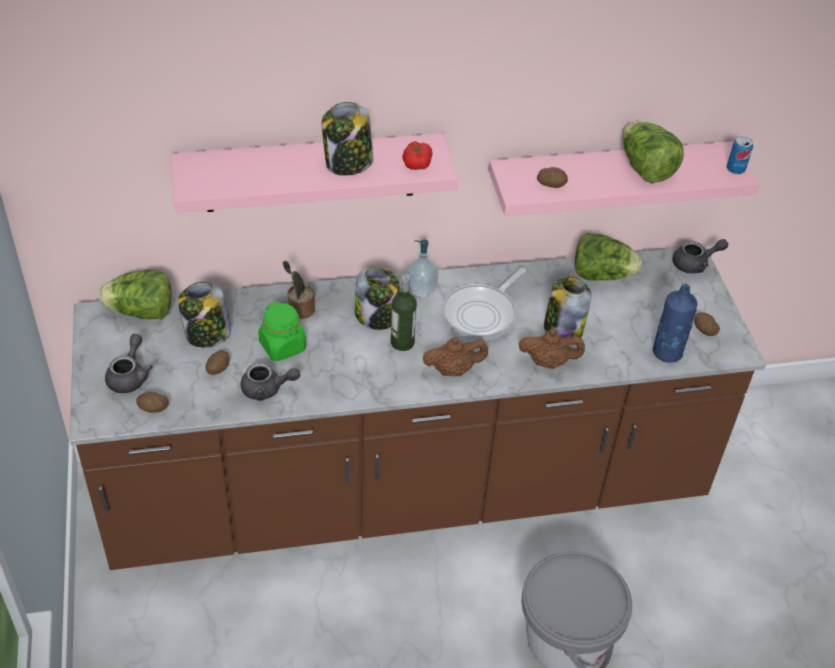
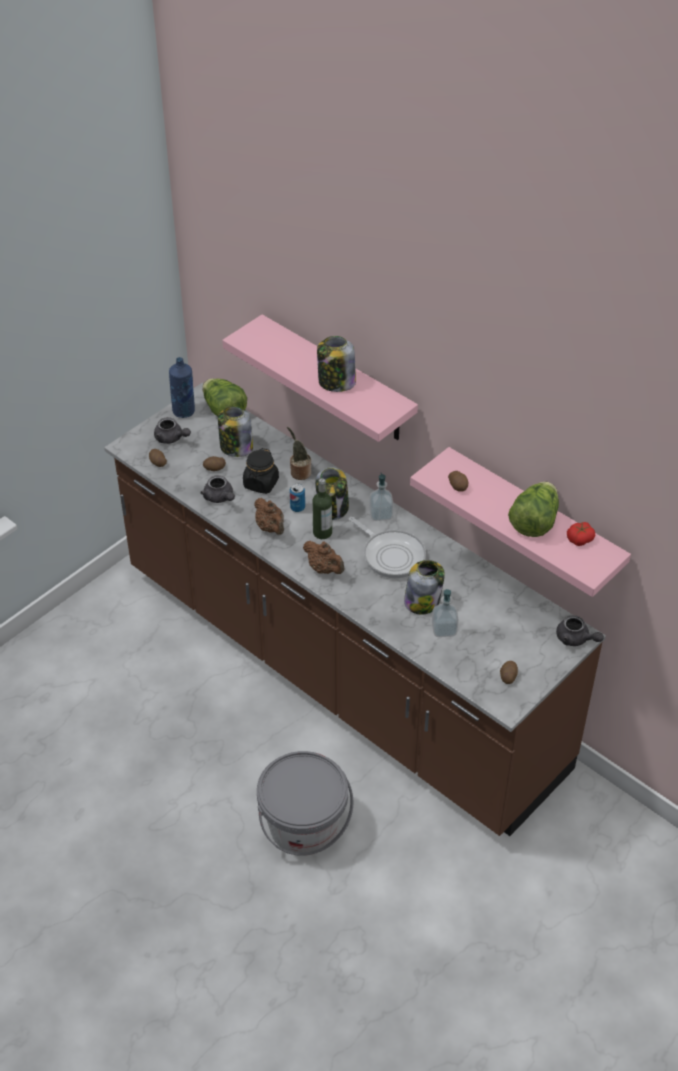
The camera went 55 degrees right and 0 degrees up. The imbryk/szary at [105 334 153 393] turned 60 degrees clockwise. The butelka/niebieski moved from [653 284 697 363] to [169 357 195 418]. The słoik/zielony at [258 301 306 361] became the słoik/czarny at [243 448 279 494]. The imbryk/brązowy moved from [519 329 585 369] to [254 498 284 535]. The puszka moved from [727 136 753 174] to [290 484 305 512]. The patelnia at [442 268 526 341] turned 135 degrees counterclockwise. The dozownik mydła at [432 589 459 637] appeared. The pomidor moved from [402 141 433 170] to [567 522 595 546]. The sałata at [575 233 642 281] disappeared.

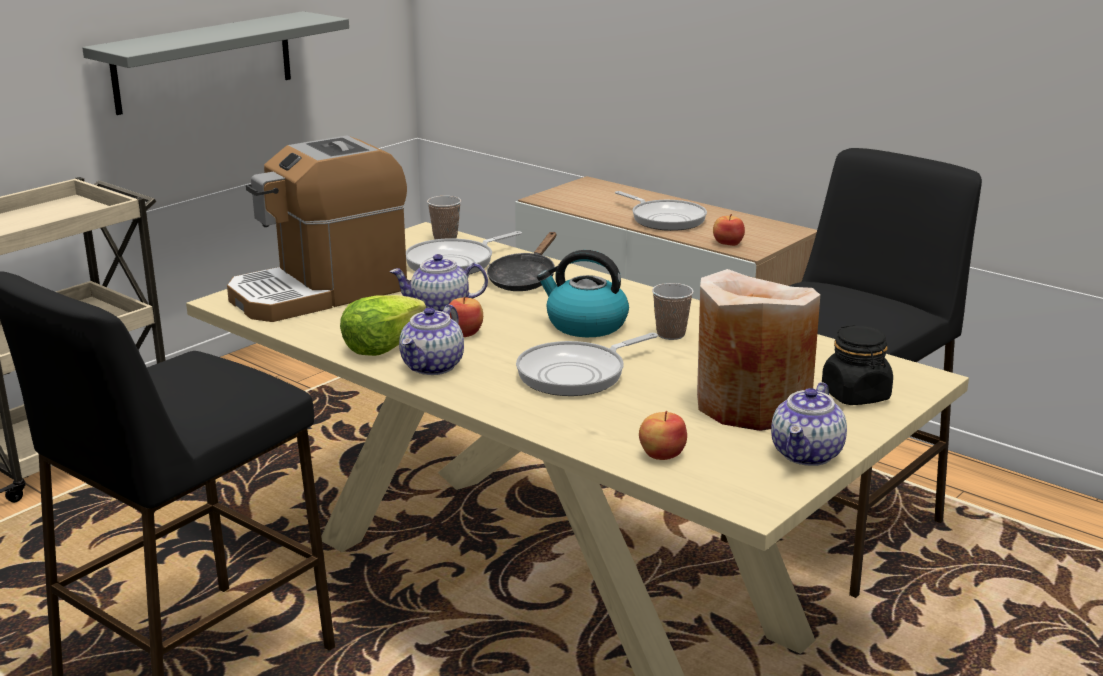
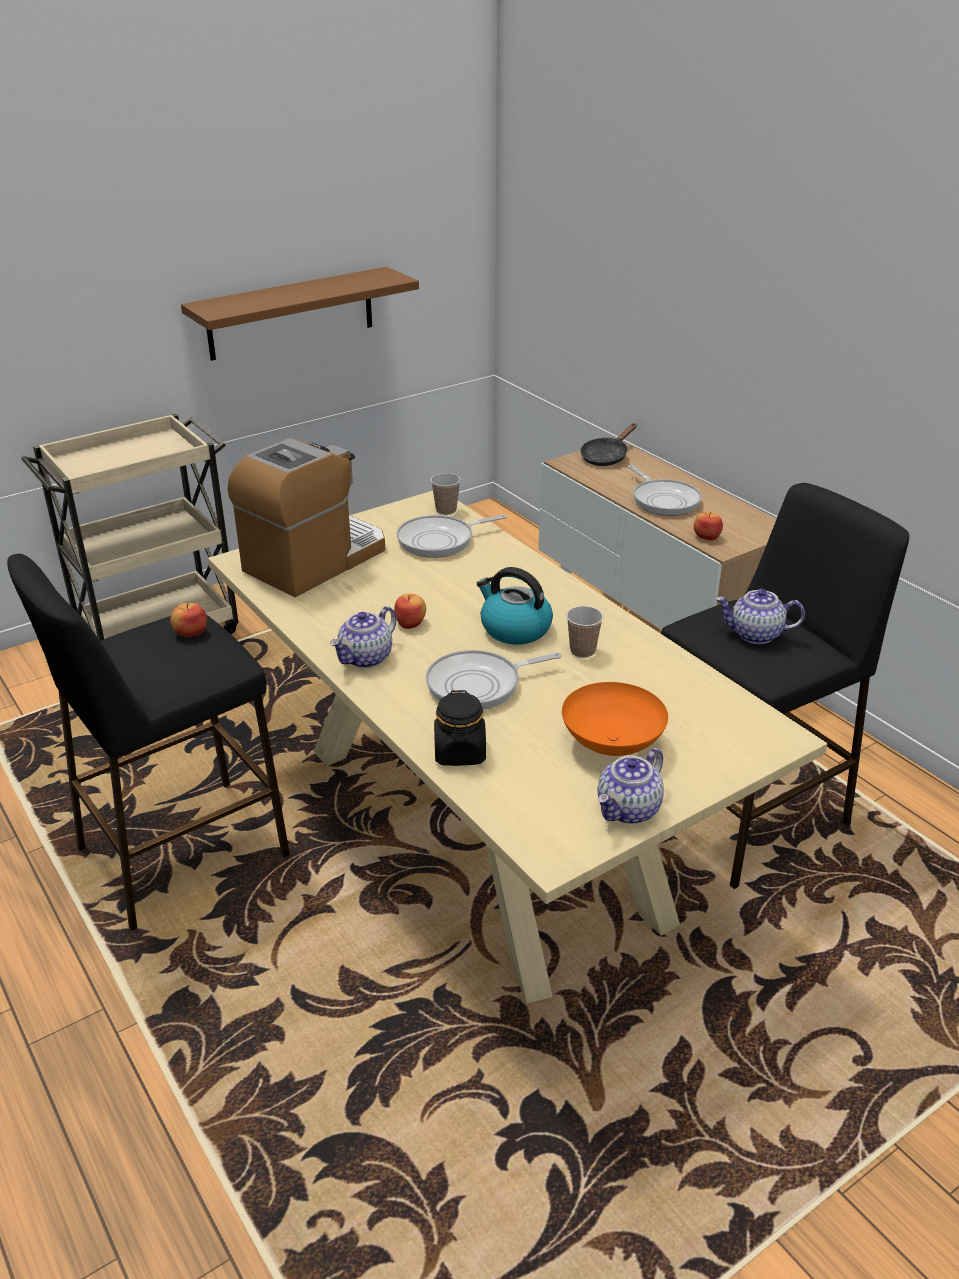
The camera went 15 degrees right and 10 degrees up. The jabłko moved from [639 411 687 460] to [170 603 207 637]. The półka/szary at [82 11 349 115] became the półka/brązowy at [181 267 419 361]. The ekspres do kawy at [227 136 407 322] turned 150 degrees clockwise. The słoik/czarny moved from [822 325 893 405] to [434 690 486 766]. The wazon/beżowy at [697 269 820 431] was replaced by the miska/pomarańczowy at [562 682 668 756]. The patelnia/czarny moved from [487 232 556 291] to [580 423 637 466]. The imbryk moved from [390 254 488 312] to [716 589 805 644]. The sałata at [340 295 426 356] disappeared.

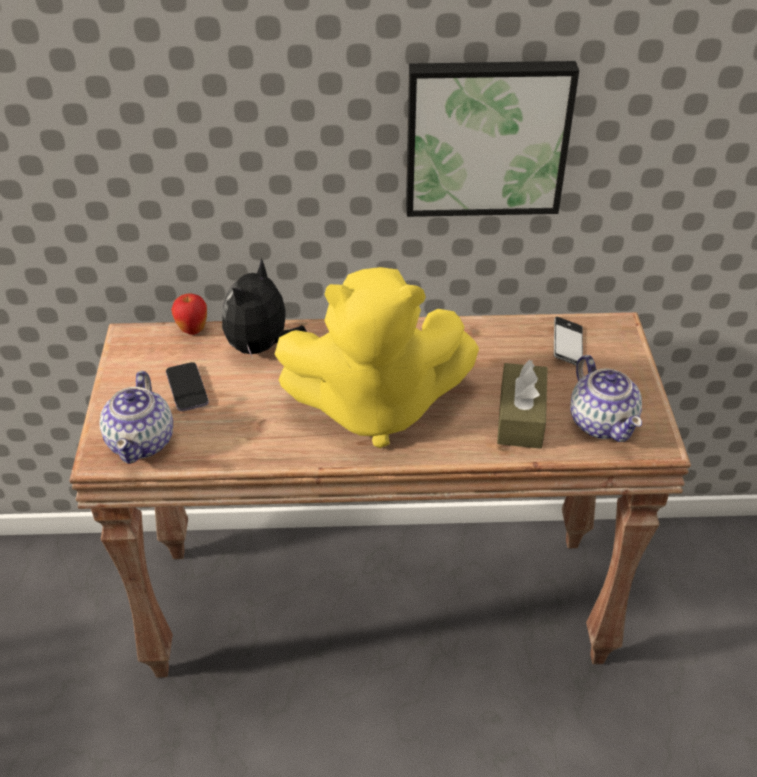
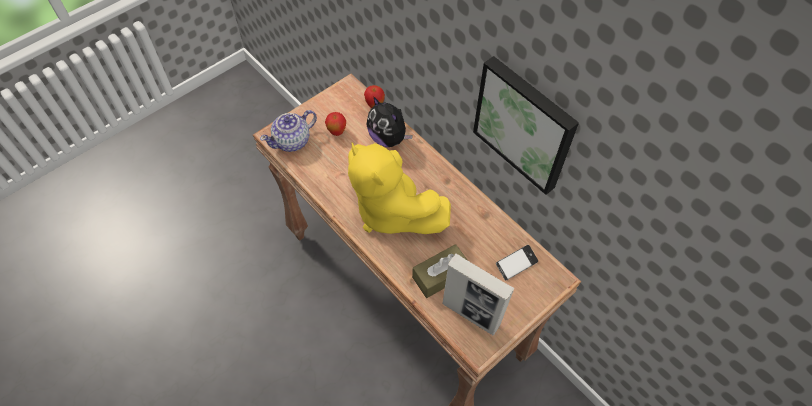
The camera went 50 degrees right and 15 degrees up. The telefon at [166 362 209 412] was replaced by the jabłko at [325 112 346 136]. The pluszak at [222 258 307 358] turned 120 degrees counterclockwise. The imbryk at [570 355 642 442] was replaced by the ramka na zdjęcie at [443 253 515 335].

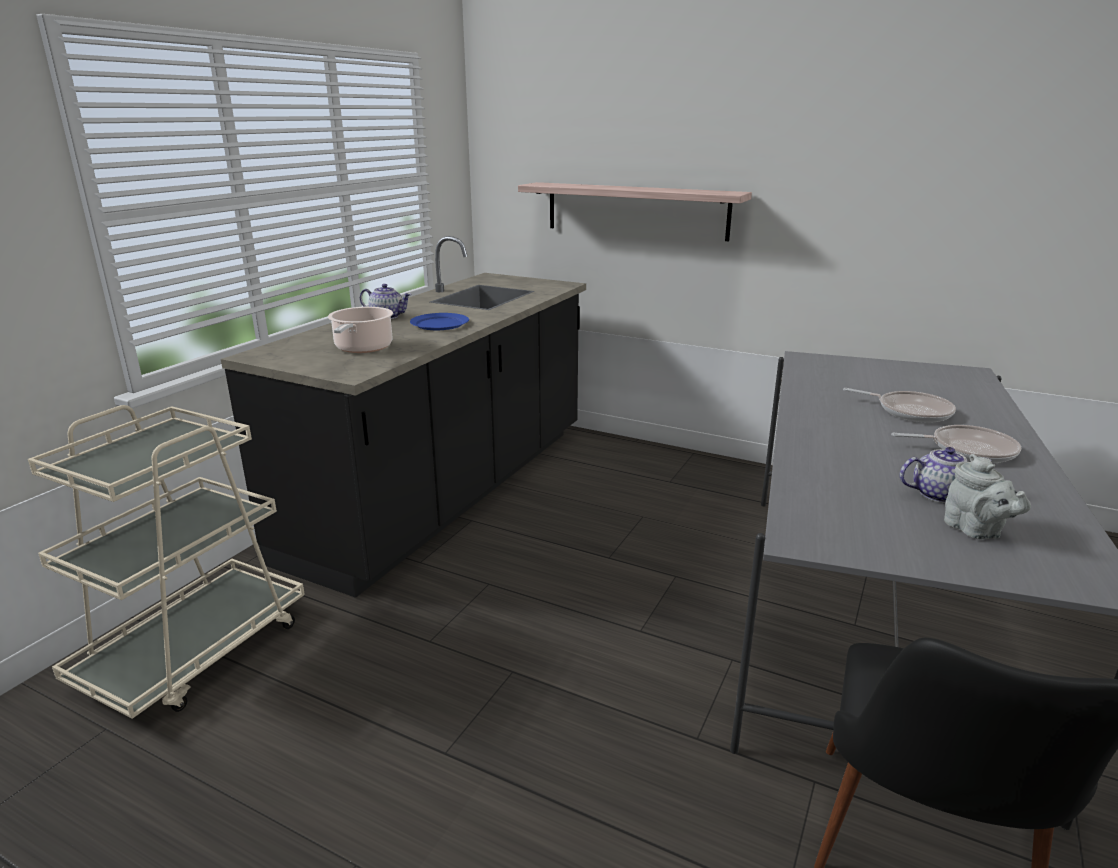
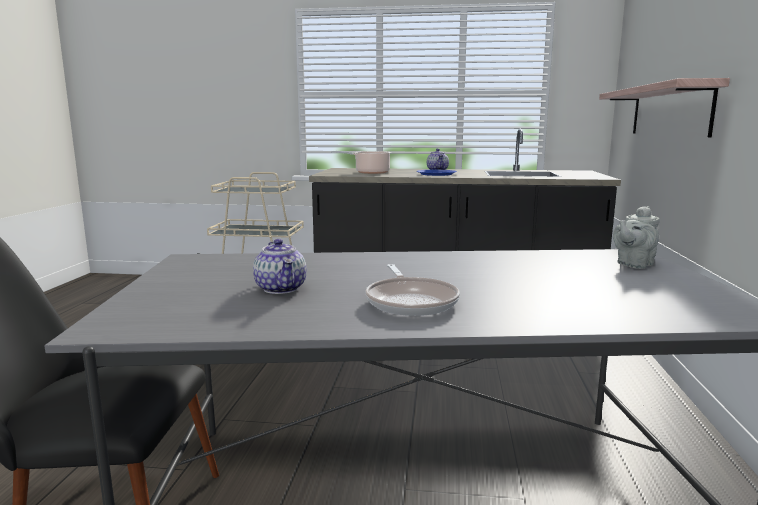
The camera went 70 degrees right and 10 degrees down. The imbryk/szary moved from [944 454 1031 539] to [613 206 660 269]. The patelnia at [843 388 956 423] disappeared.

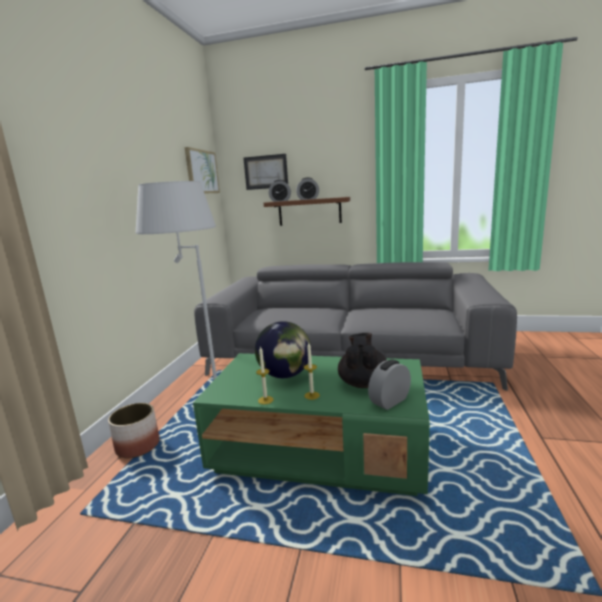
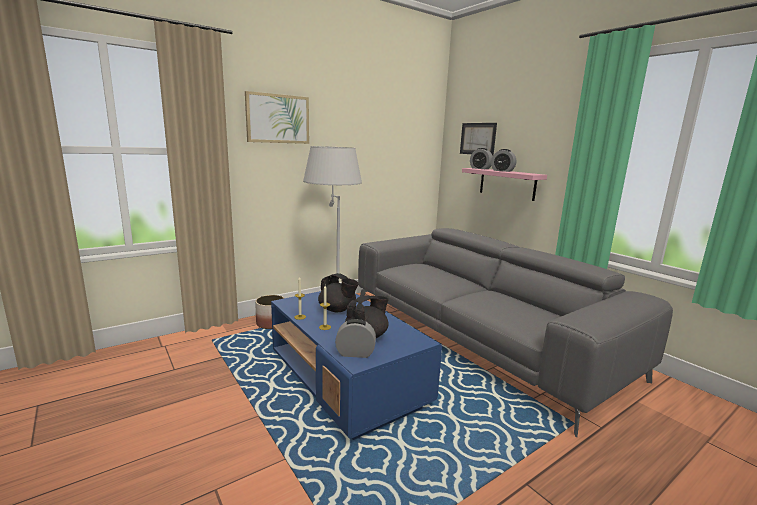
The camera went 40 degrees right and 0 degrees up. The obraz moved from [185 147 220 193] to [245 91 309 144]. The ława/zielony at [193 353 430 496] became the ława/niebieski at [271 291 442 440]. The globus at [255 321 311 378] was replaced by the imbryk/czarny at [318 273 359 313]. The półka/brązowy at [264 197 350 226] became the półka/różowy at [462 168 547 201].

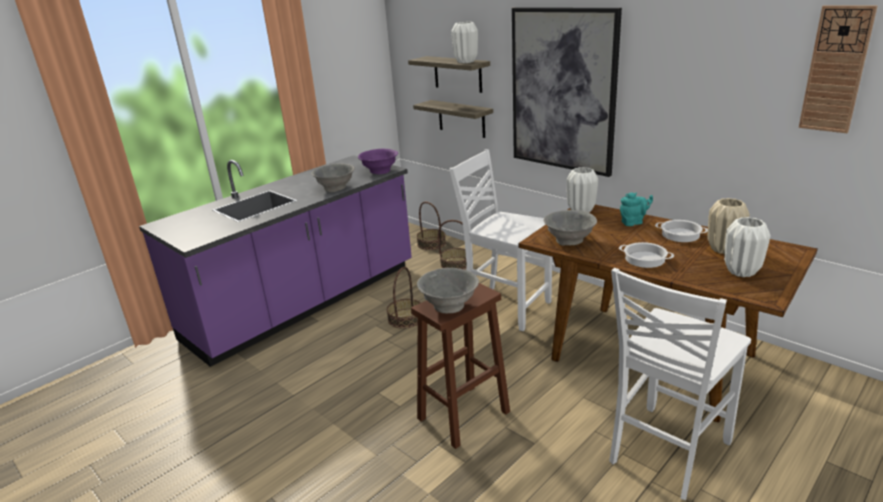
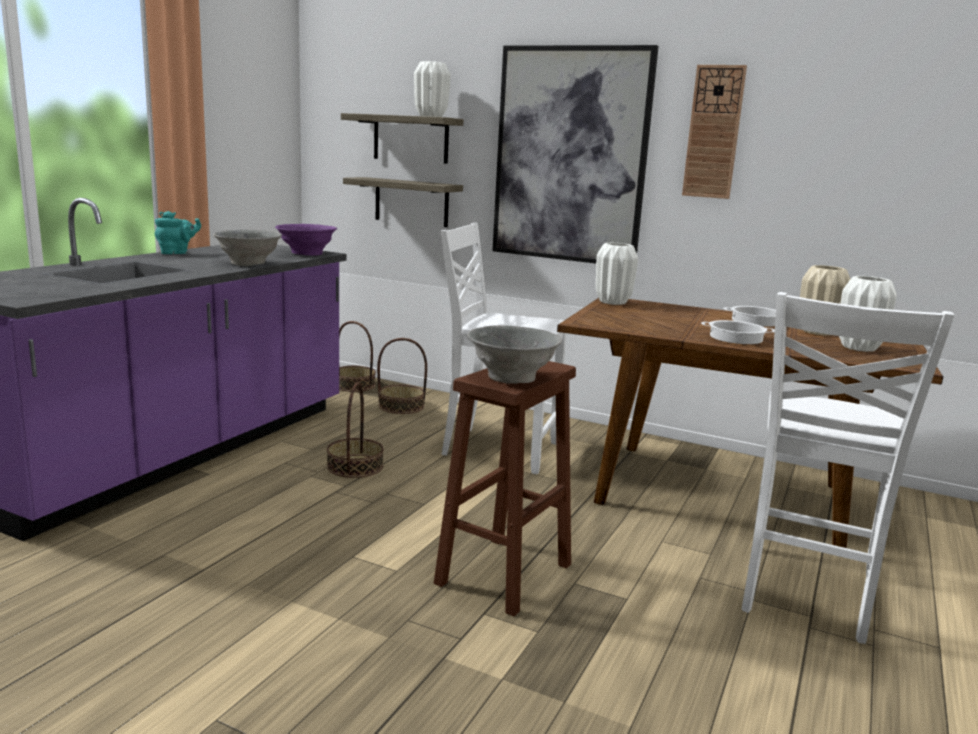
The camera went 20 degrees left and 10 degrees down. The imbryk/turkusowy moved from [620 192 653 226] to [155 211 201 254]. The zegar ścienny moved from [799 6 877 133] to [682 65 747 199]. The miska/szary at [543 210 597 246] disappeared.

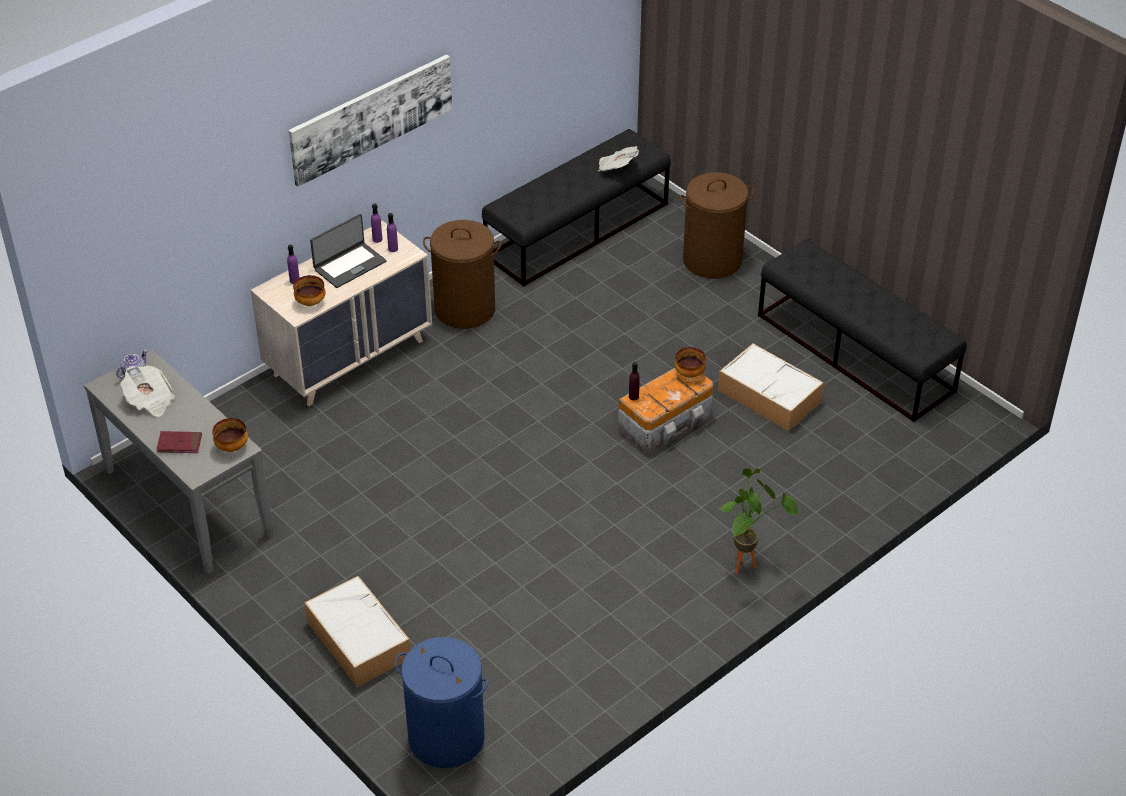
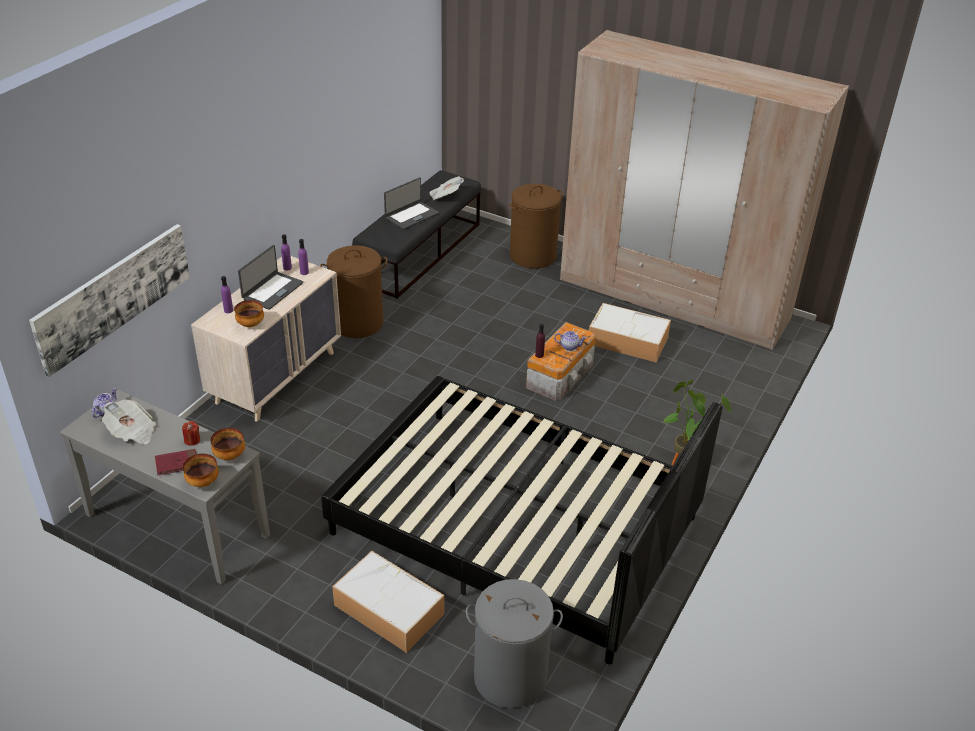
The camera went 20 degrees left and 5 degrees down. The obraz moved from [288 55 452 187] to [29 224 190 377]. The świeca/czerwony at [182 421 200 446] appeared. The miska moved from [675 347 706 378] to [183 454 219 487]. The łóżko/czarny at [321 376 722 664] appeared. The laptop at [384 177 439 229] appeared. The kosz na pranie/niebieski at [395 637 488 768] became the kosz na pranie/szary at [466 579 563 708]. The imbryk at [554 331 586 351] appeared. The ławka/czarny at [758 239 966 422] was replaced by the szafa/beżowy at [560 30 849 350].

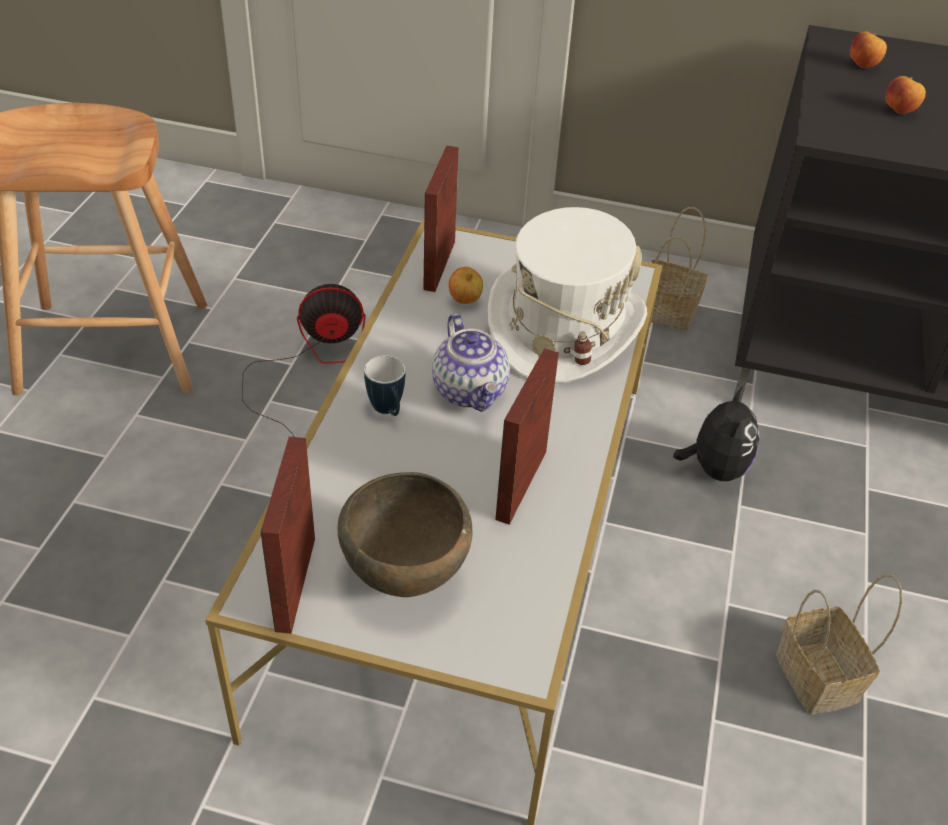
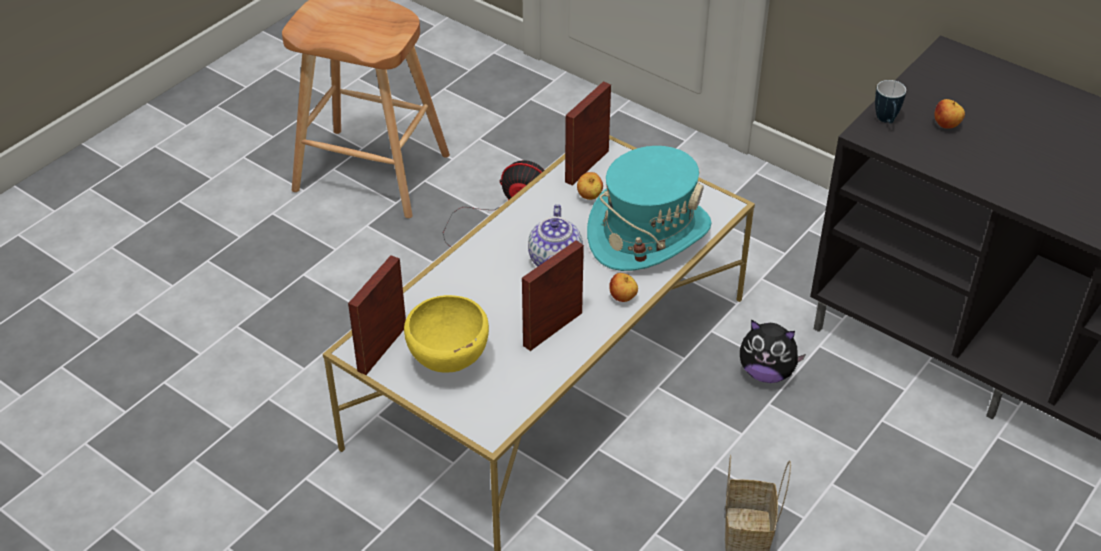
The camera went 25 degrees right and 0 degrees up. The miska/brązowy at [338 472 472 597] became the miska/żółty at [404 295 489 373]. The kapelusz/biały at [488 207 647 384] became the kapelusz/turkusowy at [587 146 711 271]. The jabłko moved from [850 31 887 68] to [609 273 638 302]. The pluszak at [673 386 760 481] turned 75 degrees clockwise. The kubek moved from [364 355 405 416] to [875 80 906 124]. The koszyk at [650 207 707 331] disappeared.

